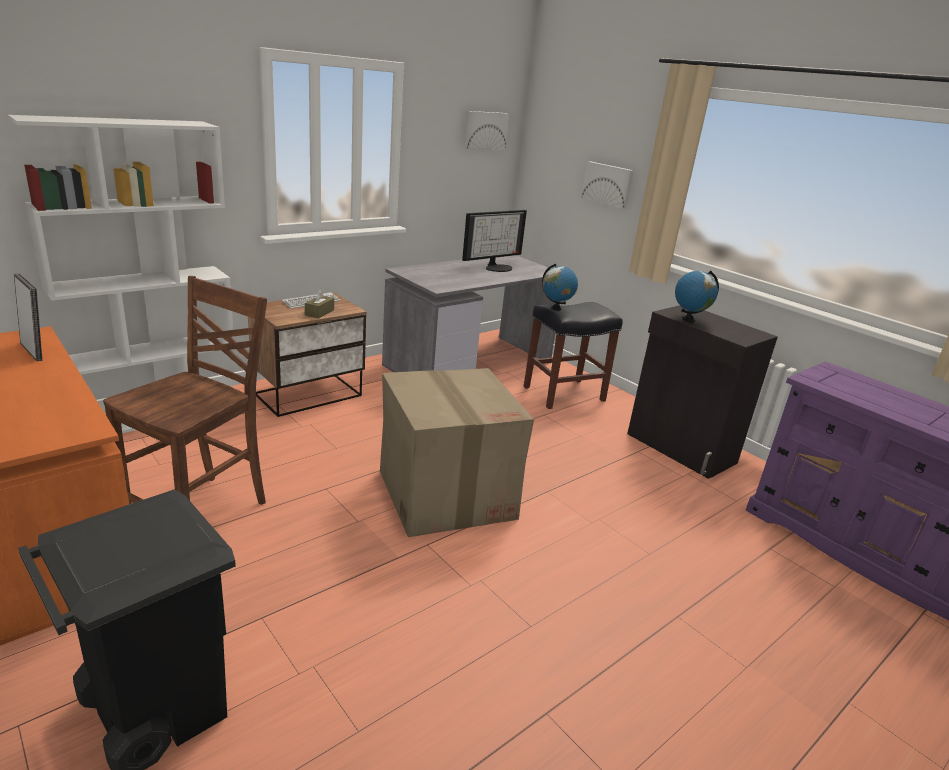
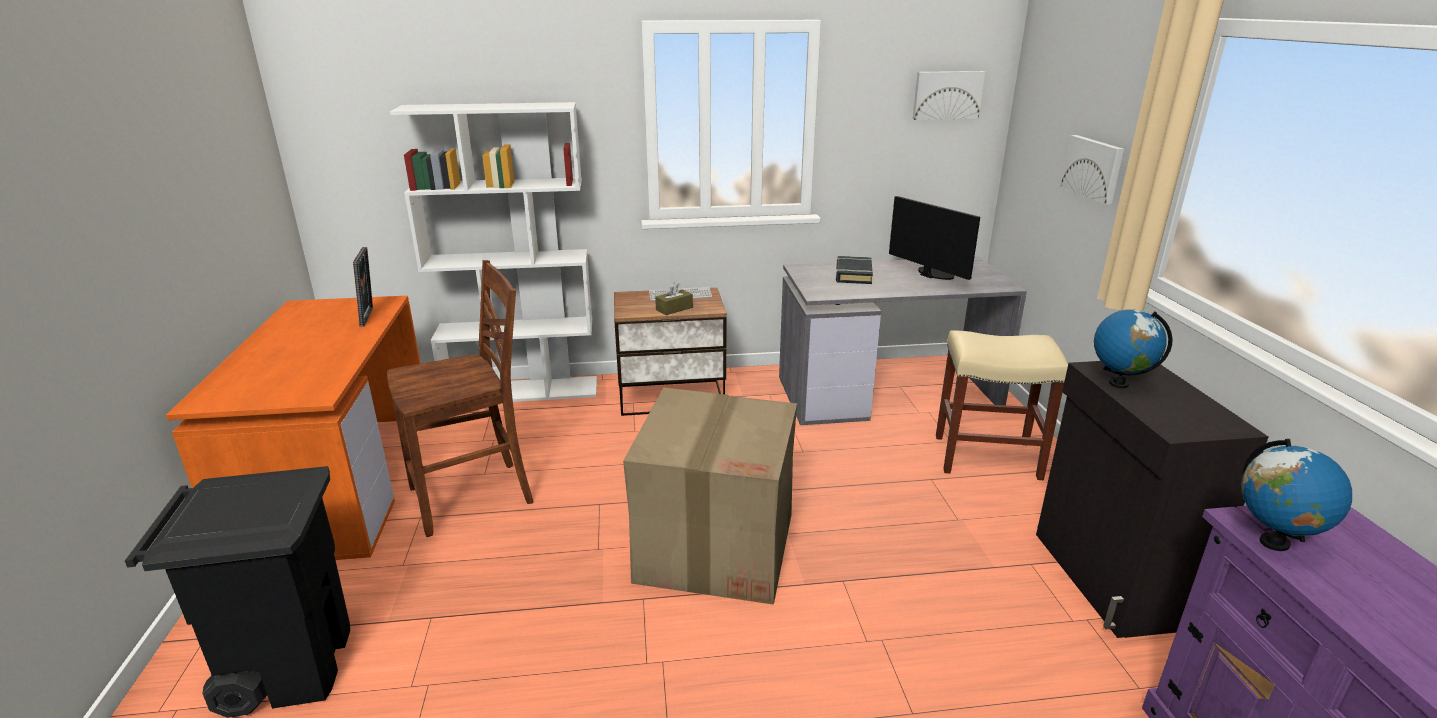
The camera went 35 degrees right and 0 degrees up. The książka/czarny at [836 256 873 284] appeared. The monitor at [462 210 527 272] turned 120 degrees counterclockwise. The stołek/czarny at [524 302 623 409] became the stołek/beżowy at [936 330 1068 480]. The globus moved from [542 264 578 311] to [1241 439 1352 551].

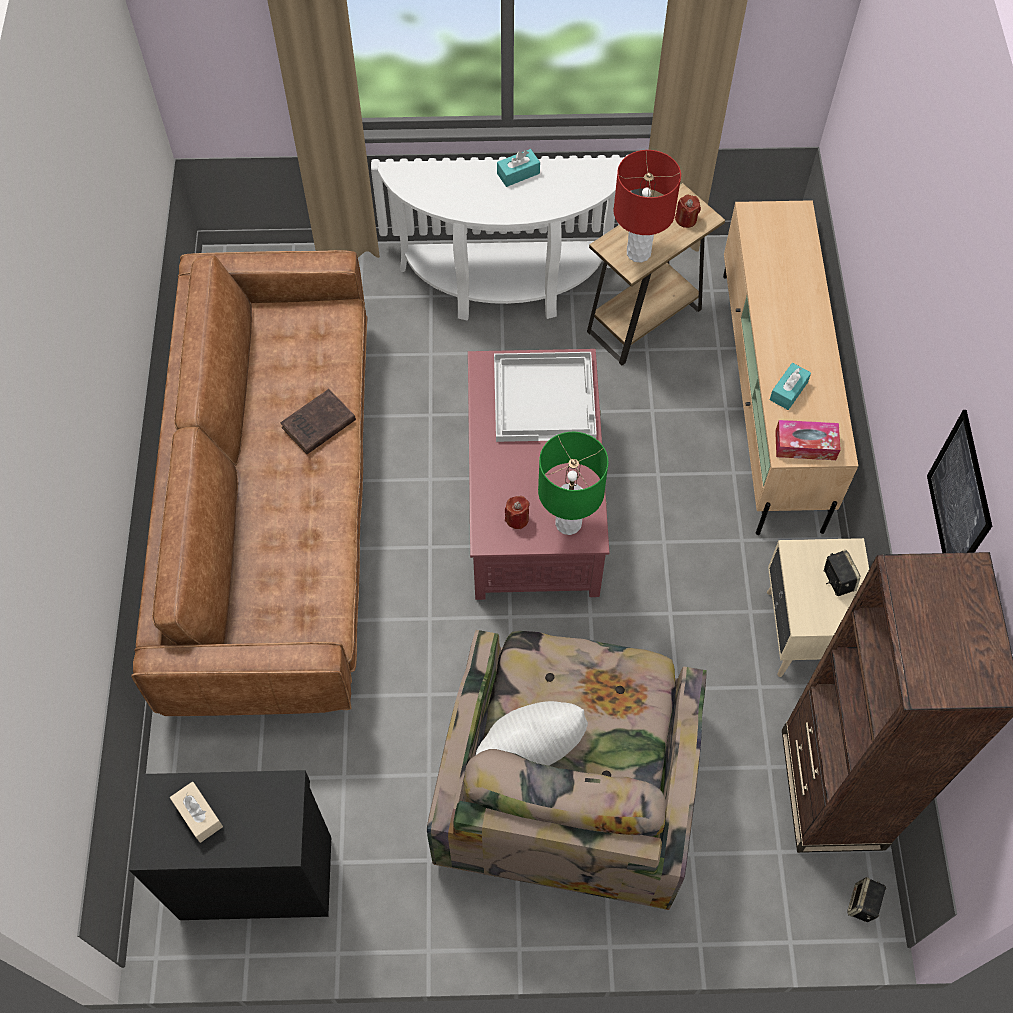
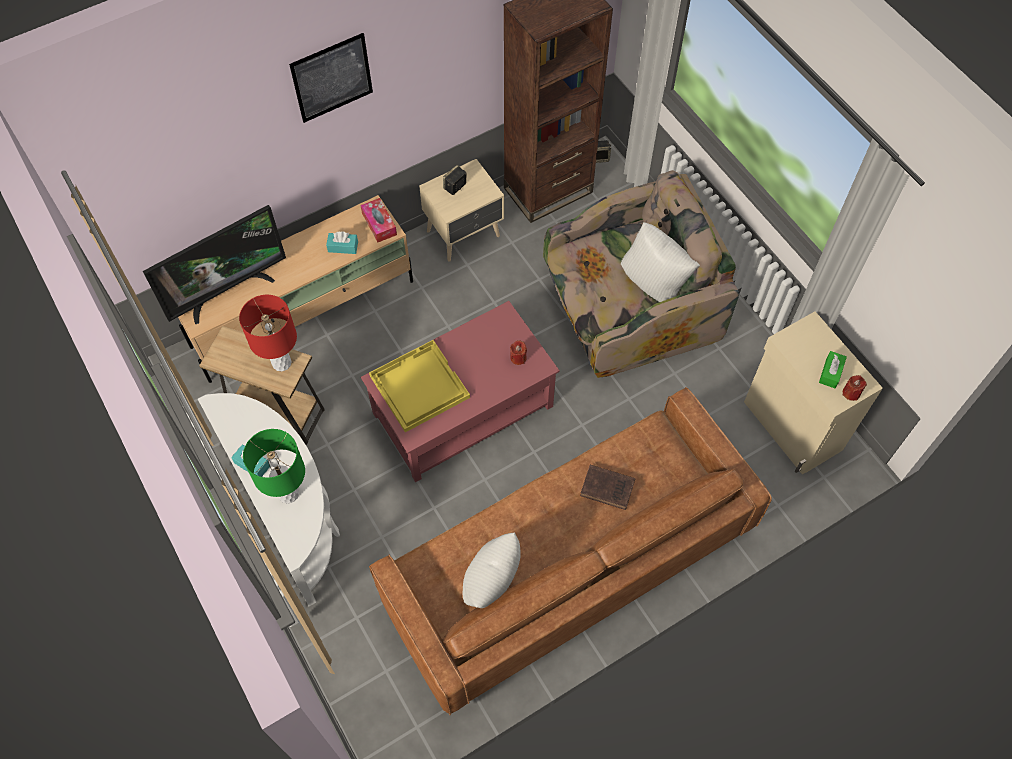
The camera went 120 degrees left and 0 degrees up. The telewizor at [143 205 286 324] appeared. The lampa stołowa/zielony moved from [538 432 608 535] to [243 429 305 503]. The obraz moved from [927 410 992 553] to [289 33 373 123]. The taca/biały at [494 352 597 442] became the taca/żółty at [369 340 470 432]. The poduszka/biały at [463 532 521 608] appeared. The książka/brązowy moved from [280 389 356 454] to [580 465 636 510]. The szafka/czarny at [129 770 331 920] became the szafka/beżowy at [744 311 883 475]. The pudełko chusteczek/beżowy at [170 782 223 843] became the pudełko chusteczek/zielony at [819 351 847 388]. The świeca/czerwony moved from [675 194 701 228] to [843 375 867 401].

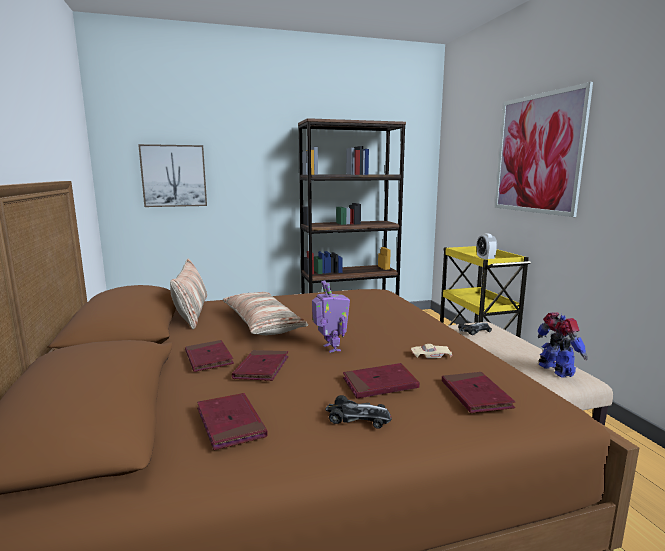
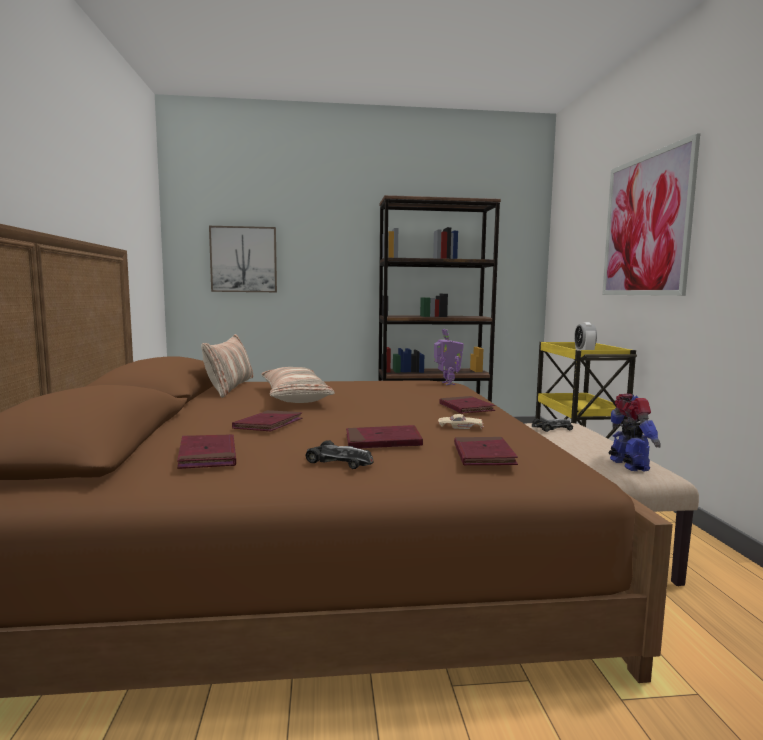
The camera went 10 degrees right and 5 degrees down. The robot zabawkowy moved from [312 280 350 353] to [434 329 464 385]. The książka/czerwony moved from [185 340 234 372] to [440 396 495 414].

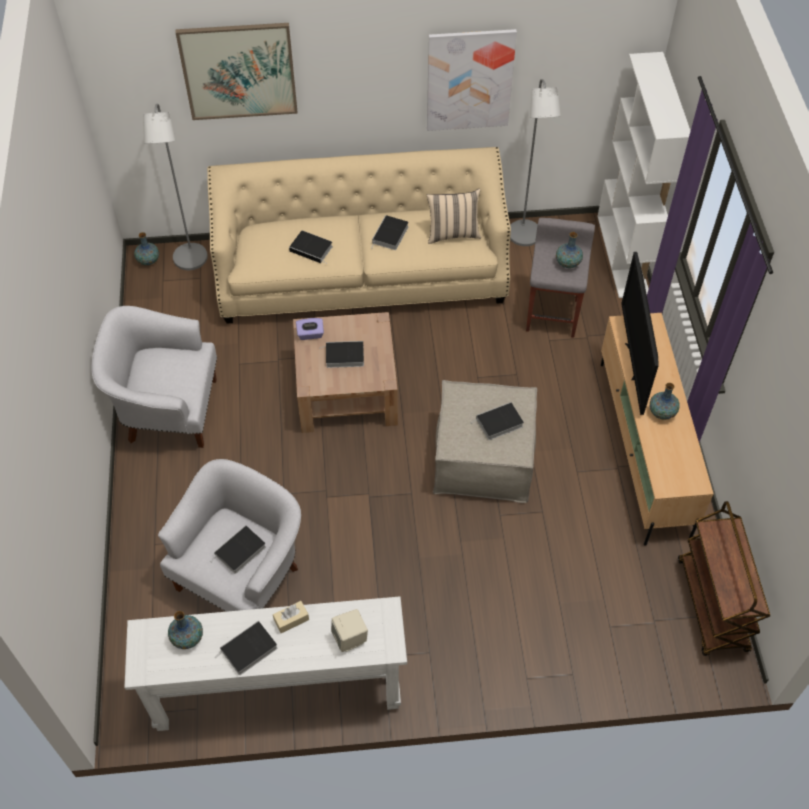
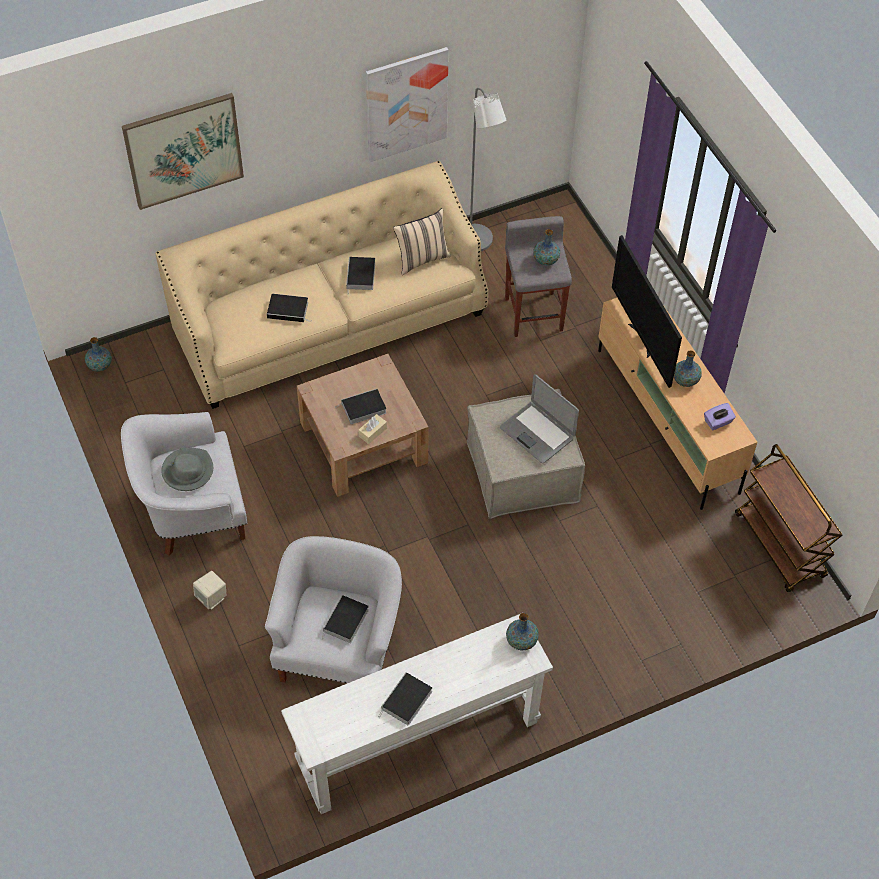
The camera went 20 degrees left and 0 degrees up. The kapelusz/szary at [161 448 213 491] appeared. The głośnik/beżowy moved from [331 609 368 652] to [193 571 226 610]. The pudełko chusteczek/beżowy moved from [273 601 309 633] to [358 414 387 444]. The książka at [472 402 524 440] was replaced by the laptop at [500 374 579 463]. The wazon moved from [168 611 203 649] to [506 613 539 651]. The pudełko chusteczek/fioletowy moved from [296 318 324 340] to [704 403 736 430]. The lampa stojąca/szary at [143 104 208 270] disappeared. The regał/biały at [597 52 690 298] disappeared.

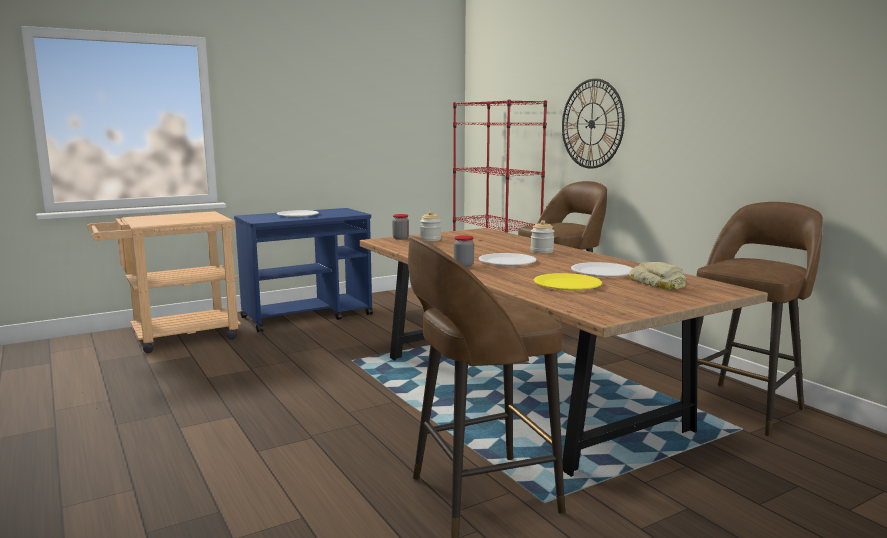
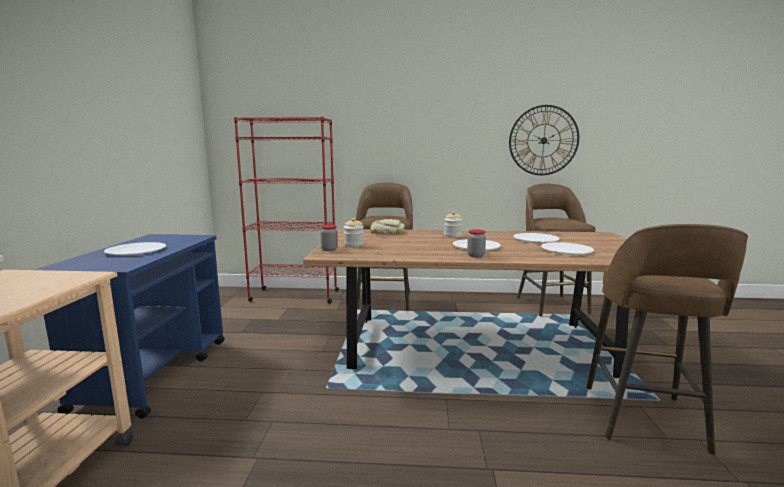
The camera went 55 degrees left and 0 degrees up. The chleb moved from [629 262 687 290] to [371 219 405 234]. The zegar ścienny moved from [562 78 625 169] to [509 105 579 175]. The talerz/żółty at [534 273 602 290] became the talerz/biały at [541 242 594 254].

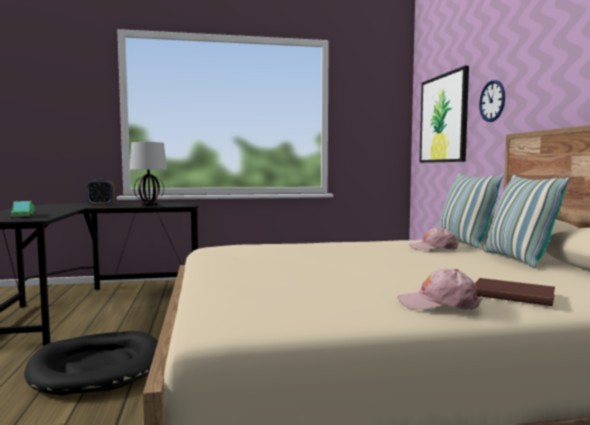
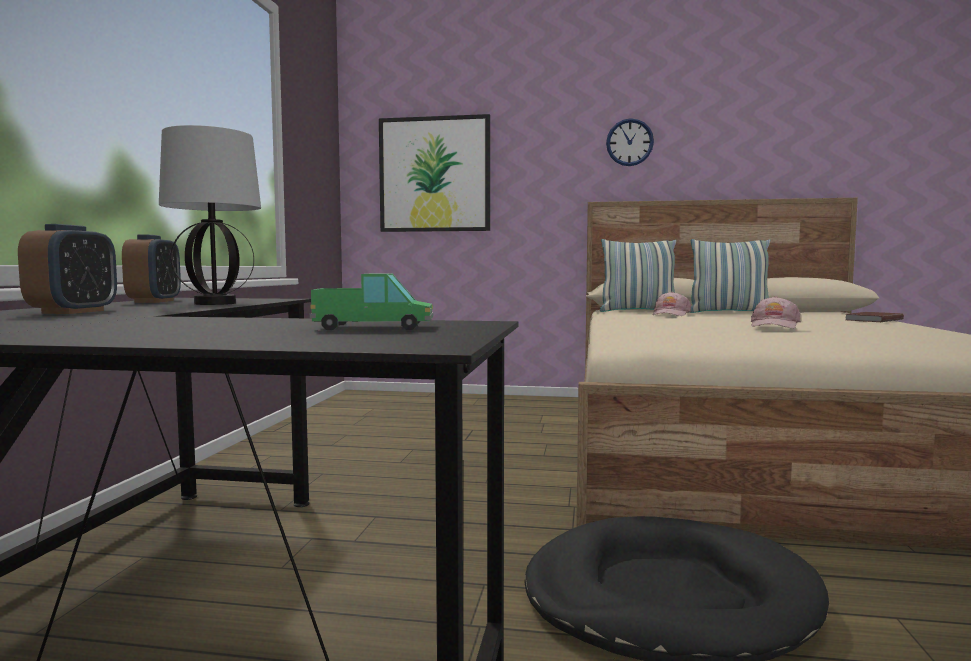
The camera went 70 degrees left and 0 degrees up. The budzik at [122 234 181 303] appeared. The zegar ścienny moved from [479 80 505 122] to [606 118 654 166]. The czapka z daszkiem/różowy moved from [398 269 482 310] to [751 296 801 328].

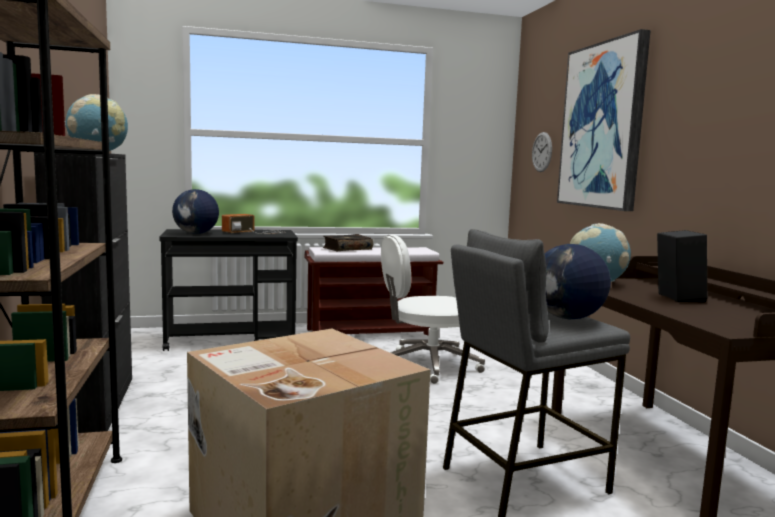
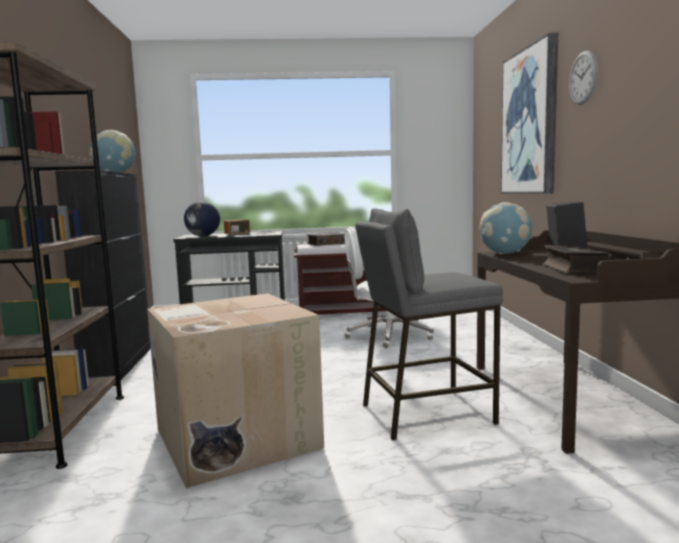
The camera went 10 degrees right and 0 degrees up. The książka at [543 245 614 273] appeared. The zegar ścienny moved from [532 132 552 172] to [569 50 598 105]. The globus at [545 244 611 319] disappeared.

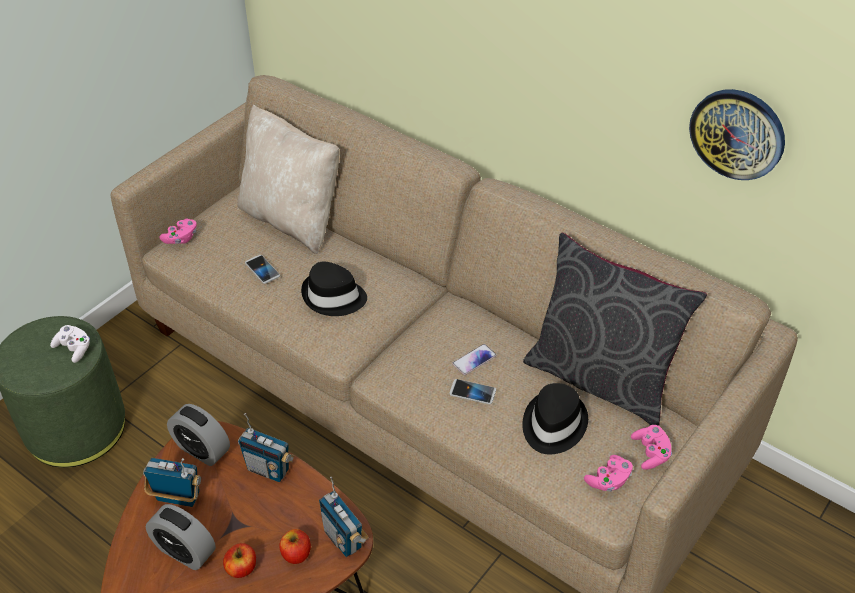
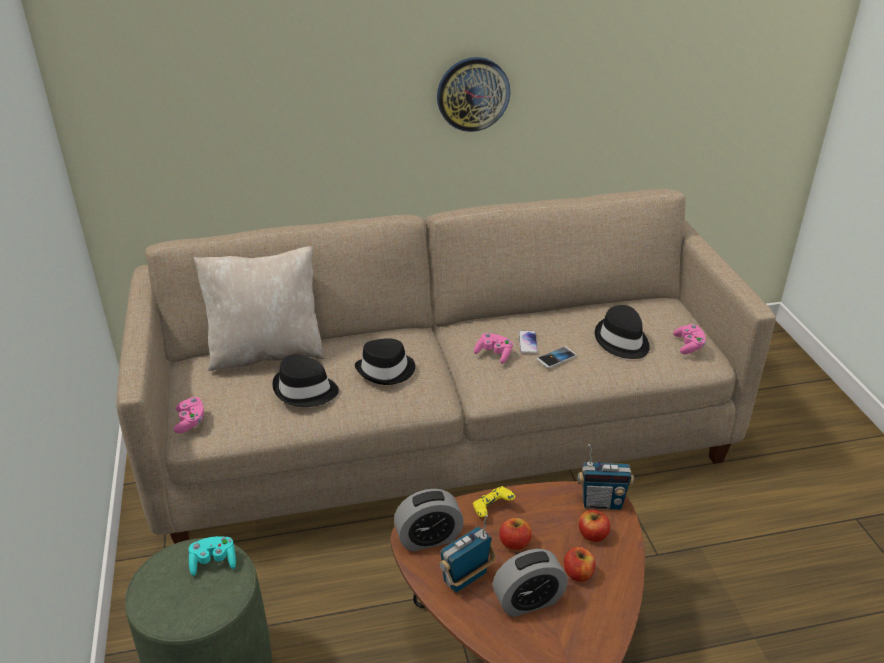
The camera went 50 degrees left and 10 degrees down. The pad do gier/biały at [50 325 90 363] became the pad do gier/turkusowy at [189 536 236 576]. The telefon at [245 255 280 284] was replaced by the kapelusz/czarny at [272 354 339 407]. The zegar ścienny moved from [689 89 785 180] to [437 57 510 132]. The radio at [238 413 295 482] was replaced by the pad do gier/żółty at [473 486 515 517]. The pad do gier/różowy moved from [631 425 672 470] to [474 333 513 364]. The jabłko at [499 518 532 550] appeared. The poduszka/szary at [523 232 707 426] disappeared.

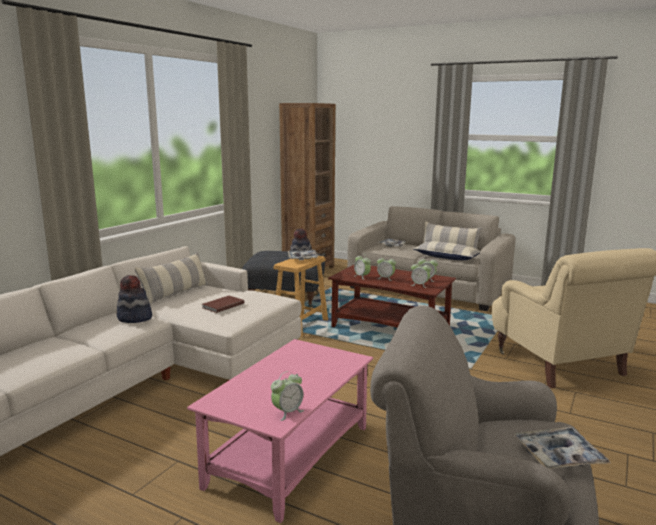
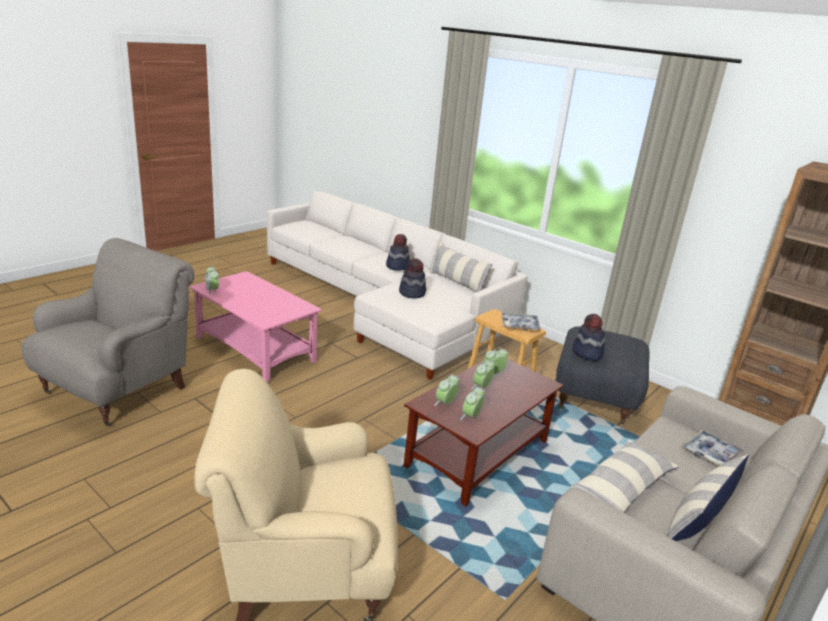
The camera went 100 degrees right and 10 degrees up. The książka/brązowy at [202 296 244 313] was replaced by the kapelusz at [399 258 427 299]. The taca at [514 427 611 469] disappeared.

